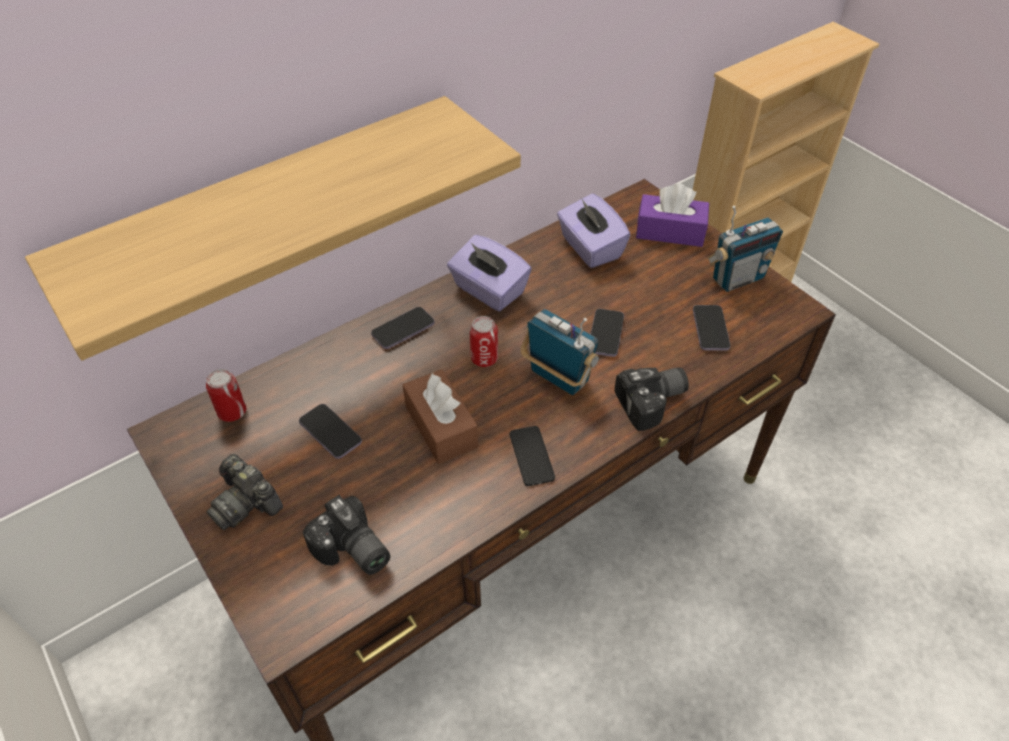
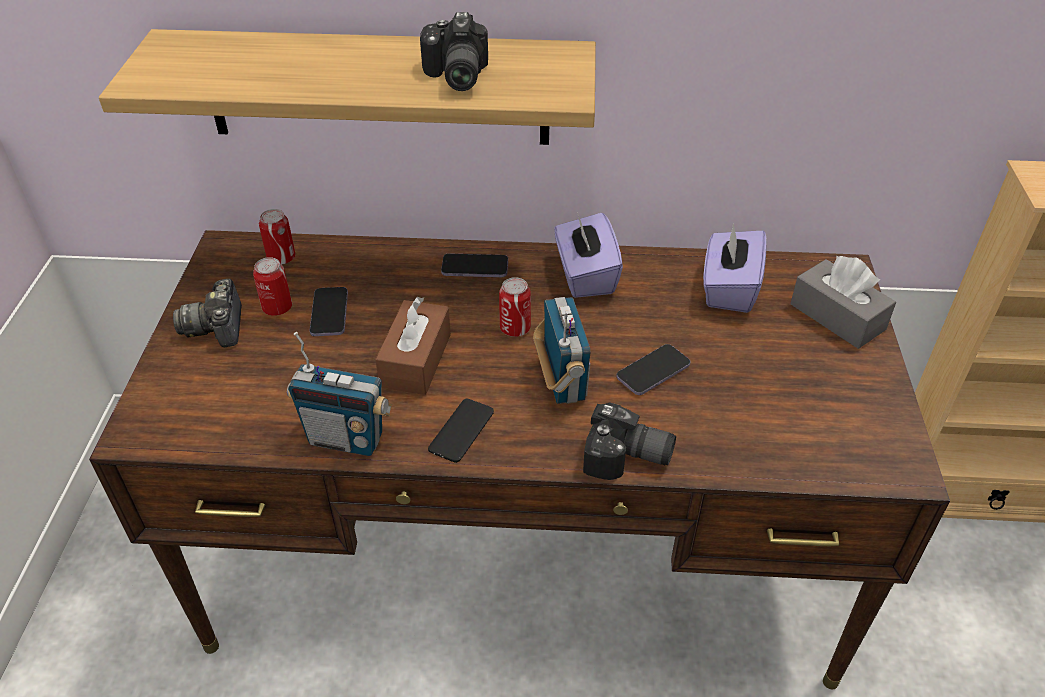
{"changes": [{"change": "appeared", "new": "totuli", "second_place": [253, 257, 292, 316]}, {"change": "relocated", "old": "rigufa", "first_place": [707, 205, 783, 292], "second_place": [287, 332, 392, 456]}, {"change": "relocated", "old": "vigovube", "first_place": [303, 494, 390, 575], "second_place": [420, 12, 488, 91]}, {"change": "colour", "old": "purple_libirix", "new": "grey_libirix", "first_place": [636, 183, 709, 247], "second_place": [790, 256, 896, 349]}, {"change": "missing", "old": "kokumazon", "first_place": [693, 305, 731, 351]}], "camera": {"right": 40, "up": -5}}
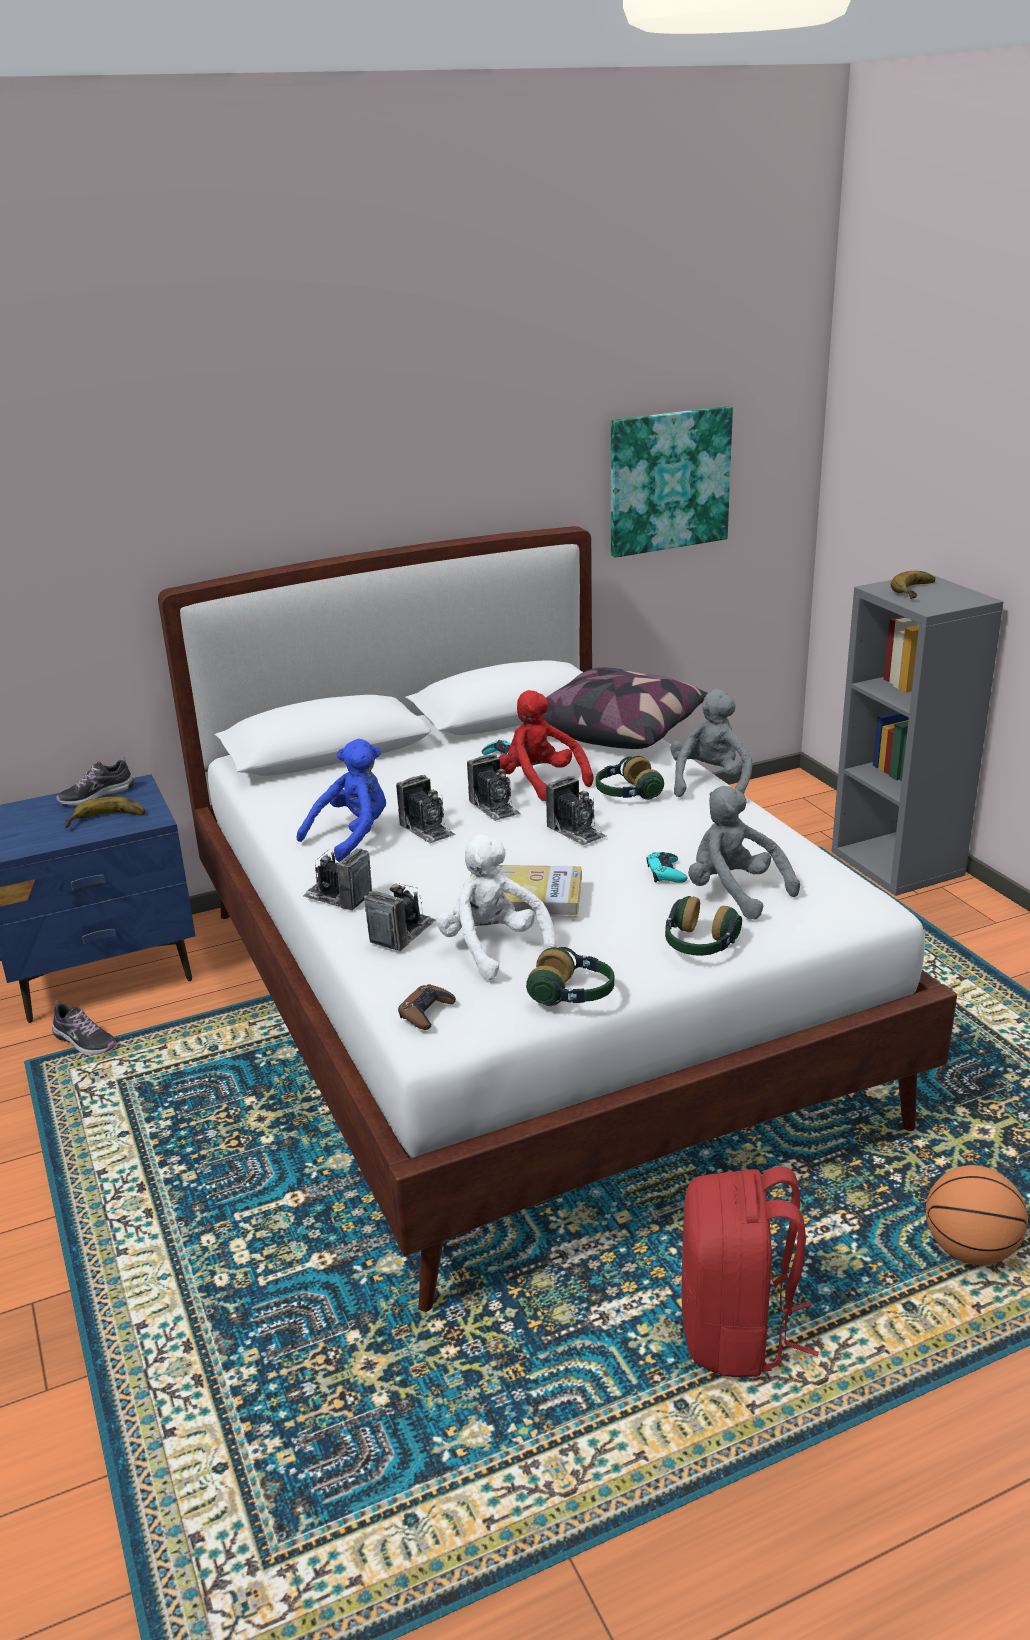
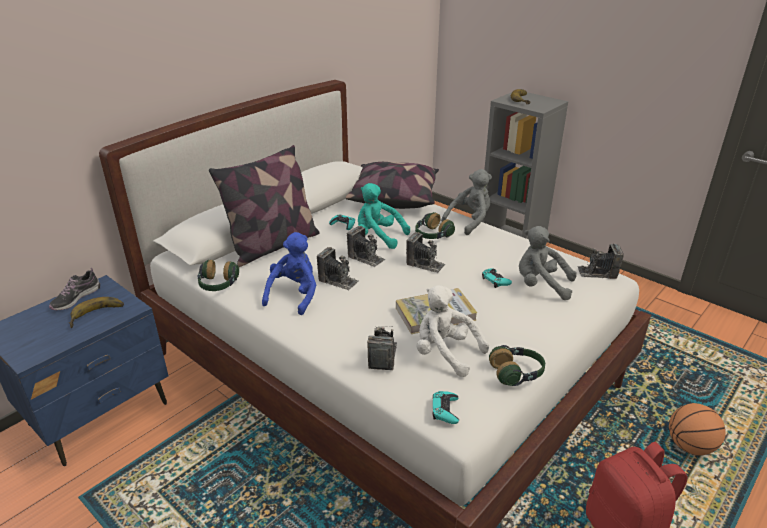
{"changes": [{"change": "relocated", "old": "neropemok", "first_place": [665, 896, 742, 956], "second_place": [198, 260, 239, 291]}, {"change": "appeared", "new": "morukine", "second_place": [209, 145, 319, 267]}, {"change": "colour", "old": "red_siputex", "new": "turquoise_siputex", "first_place": [499, 690, 593, 801], "second_place": [358, 183, 410, 249]}, {"change": "colour", "old": "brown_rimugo", "new": "turquoise_rimugo", "first_place": [398, 984, 456, 1030], "second_place": [432, 391, 459, 424]}, {"change": "spun", "old": "grey_siputex", "first_place": [670, 689, 752, 797], "second_place": [441, 169, 492, 235], "degrees": 60}, {"change": "relocated", "old": "vigovube", "first_place": [303, 848, 372, 910], "second_place": [577, 244, 624, 279]}, {"change": "missing", "old": "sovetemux", "first_place": [52, 1000, 117, 1055]}, {"change": "missing", "old": "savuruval", "first_place": [611, 406, 733, 558]}], "camera": {"right": -25, "up": 5}}
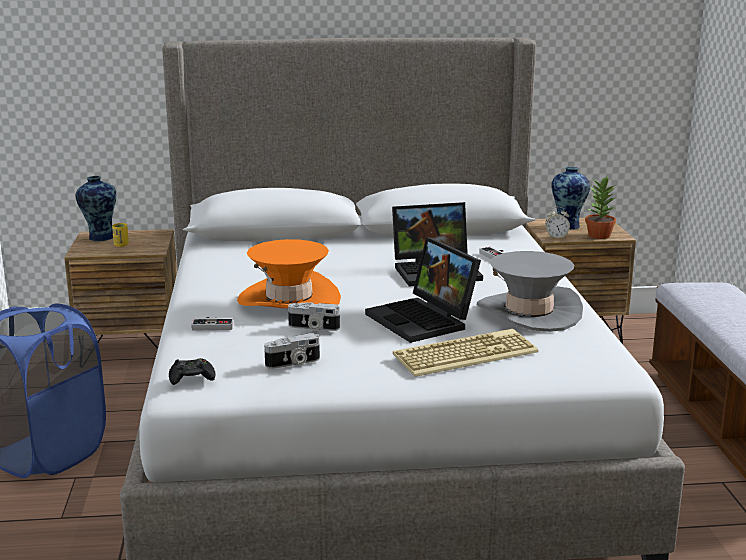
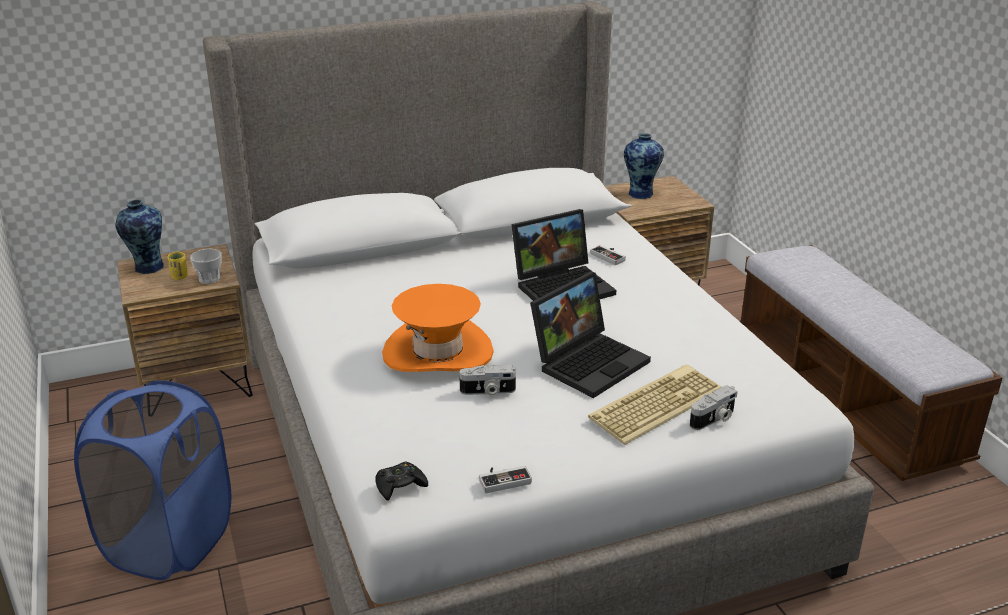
{"changes": [{"change": "appeared", "new": "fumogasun", "second_place": [190, 249, 222, 284]}, {"change": "relocated", "old": "rimugo", "first_place": [191, 317, 234, 331], "second_place": [479, 466, 532, 493]}, {"change": "spun", "old": "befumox", "first_place": [365, 237, 481, 343], "second_place": [530, 272, 651, 398], "degrees": -90}, {"change": "relocated", "old": "vigovube", "first_place": [264, 333, 320, 369], "second_place": [690, 385, 738, 430]}, {"change": "missing", "old": "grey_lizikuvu", "first_place": [477, 251, 583, 332]}, {"change": "missing", "old": "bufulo", "first_place": [545, 207, 570, 239]}, {"change": "missing", "old": "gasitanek", "first_place": [585, 177, 616, 239]}], "camera": {"right": -15, "up": 10}}
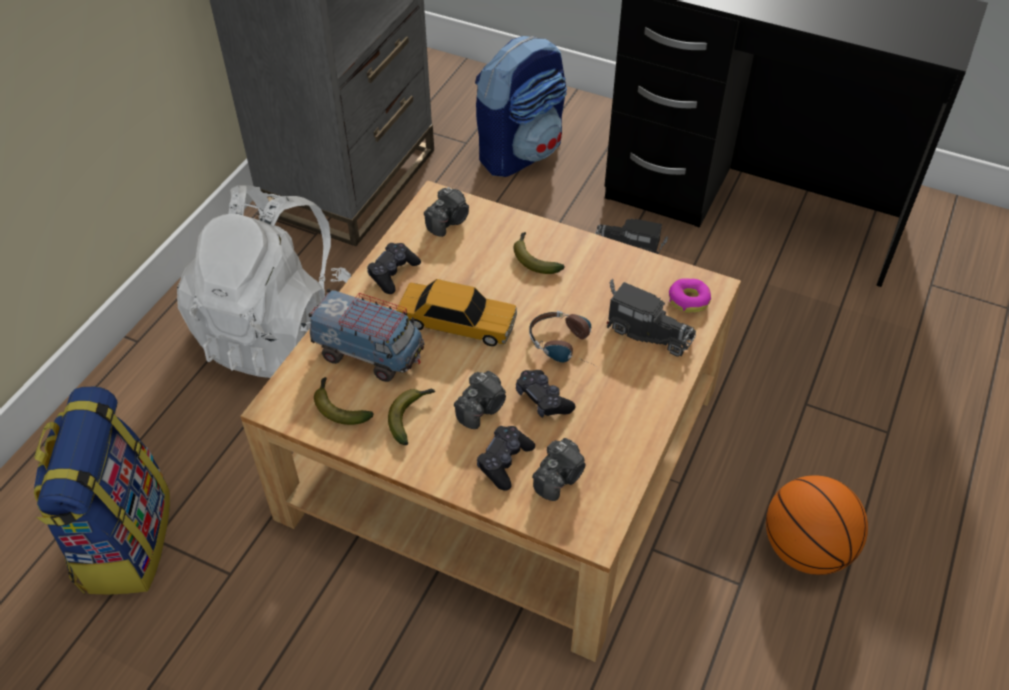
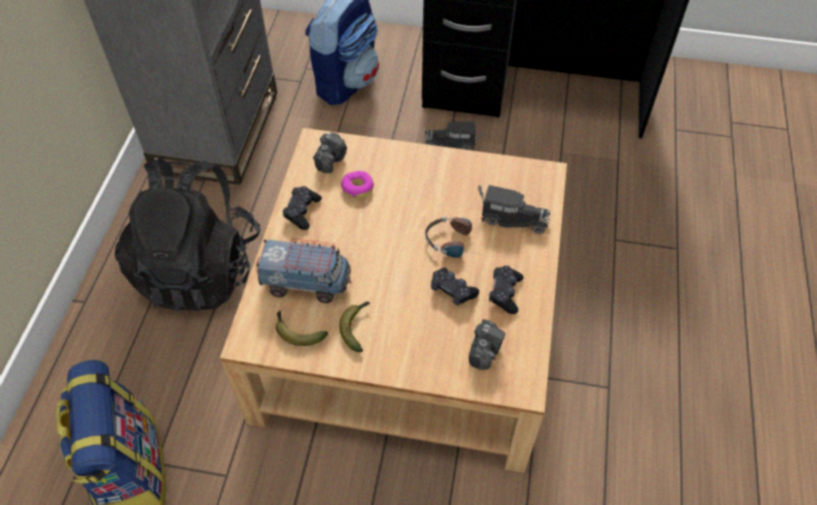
{"changes": [{"change": "colour", "old": "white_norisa", "new": "black_norisa", "first_place": [177, 185, 351, 378], "second_place": [115, 158, 261, 312]}, {"change": "relocated", "old": "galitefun", "first_place": [669, 278, 711, 313], "second_place": [341, 171, 374, 199]}, {"change": "relocated", "old": "black_rimugo", "first_place": [477, 426, 535, 491], "second_place": [489, 266, 524, 314]}, {"change": "missing", "old": "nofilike", "first_place": [396, 279, 517, 346]}, {"change": "missing", "old": "vigovube", "first_place": [454, 371, 506, 429]}, {"change": "missing", "old": "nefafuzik", "first_place": [513, 232, 565, 274]}, {"change": "missing", "old": "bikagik", "first_place": [766, 475, 868, 575]}], "camera": {"right": -15, "up": 5}}
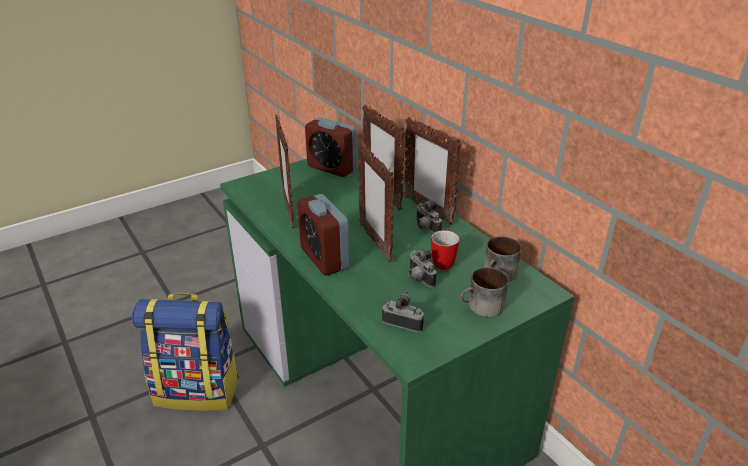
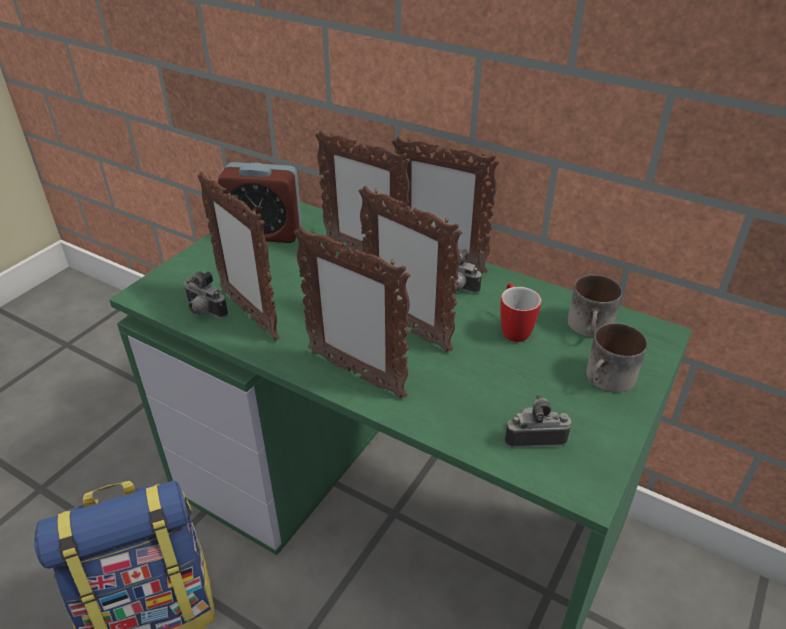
{"changes": [{"change": "relocated", "old": "vigovube", "first_place": [409, 248, 437, 287], "second_place": [184, 271, 228, 318]}, {"change": "exchanged", "old": "bufulo", "new": "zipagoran", "first_place": [297, 194, 350, 276], "second_place": [294, 226, 411, 399]}], "camera": {"right": -25, "up": 5}}
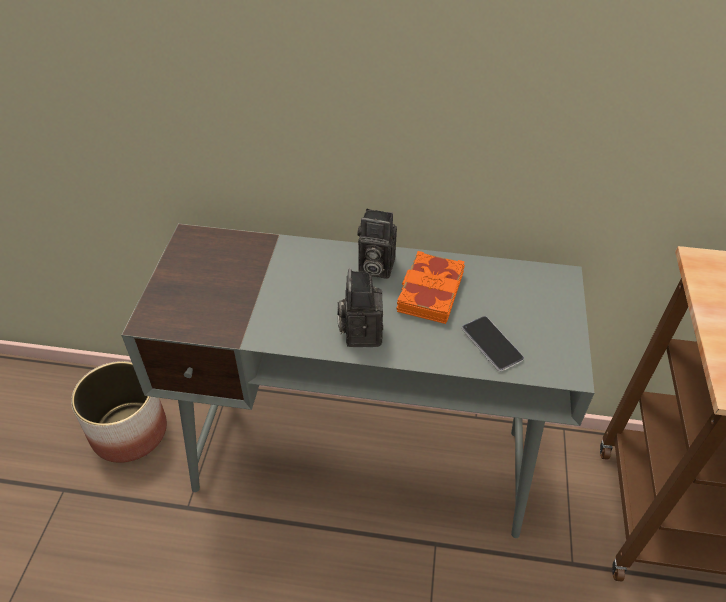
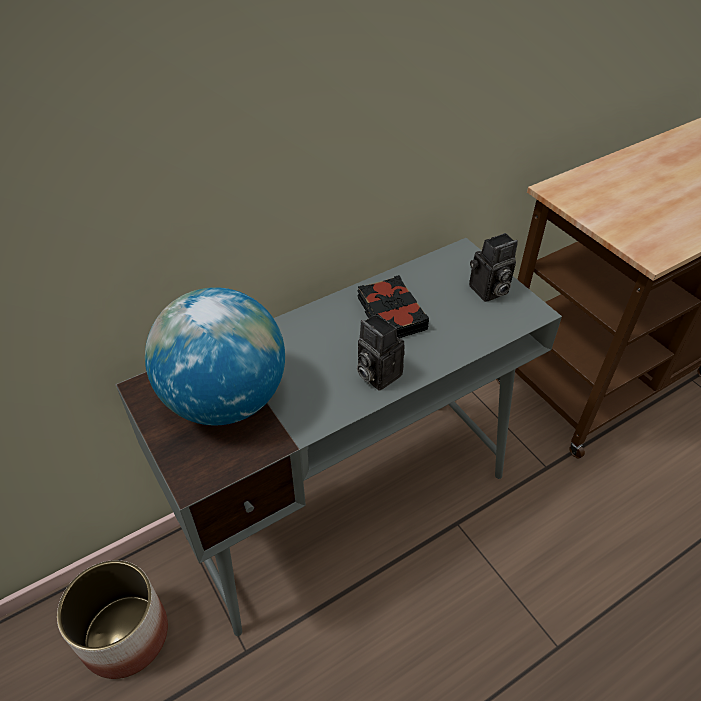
{"changes": [{"change": "appeared", "new": "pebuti", "second_place": [145, 287, 285, 425]}, {"change": "colour", "old": "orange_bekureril", "new": "black_bekureril", "first_place": [397, 251, 465, 324], "second_place": [357, 275, 429, 338]}, {"change": "relocated", "old": "vigovube", "first_place": [357, 209, 397, 279], "second_place": [469, 233, 518, 302]}, {"change": "missing", "old": "kokumazon", "first_place": [462, 316, 524, 371]}], "camera": {"right": -40, "up": 0}}
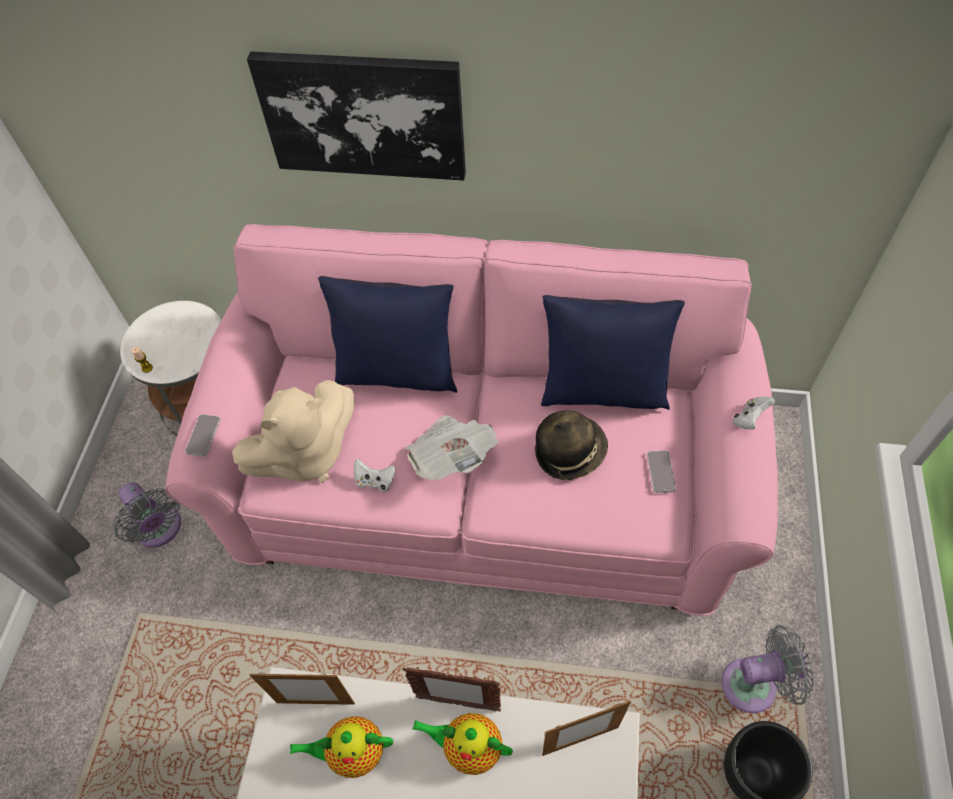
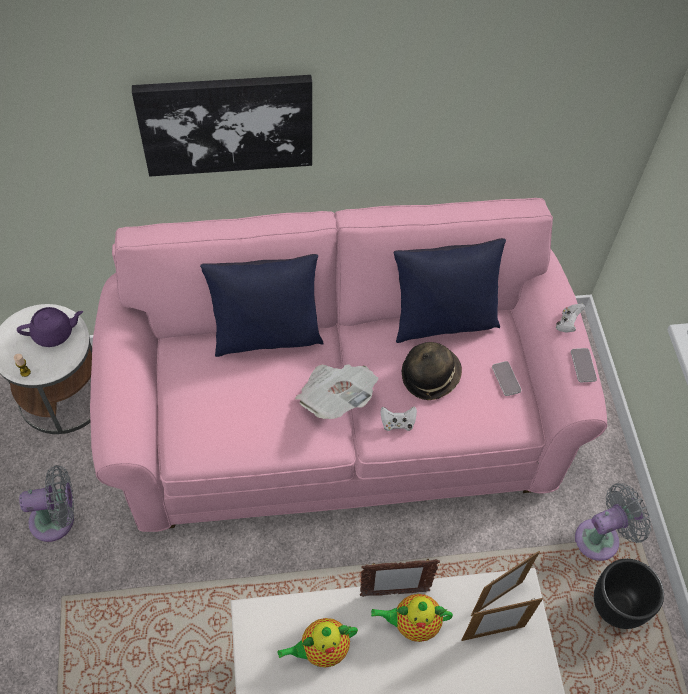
{"changes": [{"change": "appeared", "new": "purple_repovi", "second_place": [17, 307, 83, 347]}, {"change": "spun", "old": "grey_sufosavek", "first_place": [114, 482, 181, 548], "second_place": [19, 465, 74, 542], "degrees": -45}, {"change": "relocated", "old": "white_rimugo", "first_place": [354, 458, 395, 492], "second_place": [380, 406, 417, 431]}, {"change": "relocated", "old": "zipagoran", "first_place": [249, 672, 355, 705], "second_place": [461, 598, 543, 641]}, {"change": "relocated", "old": "kokumazon", "first_place": [185, 414, 220, 456], "second_place": [571, 348, 597, 383]}, {"change": "missing", "old": "beige_siputex", "first_place": [232, 380, 354, 483]}], "camera": {"right": -20, "up": 0}}
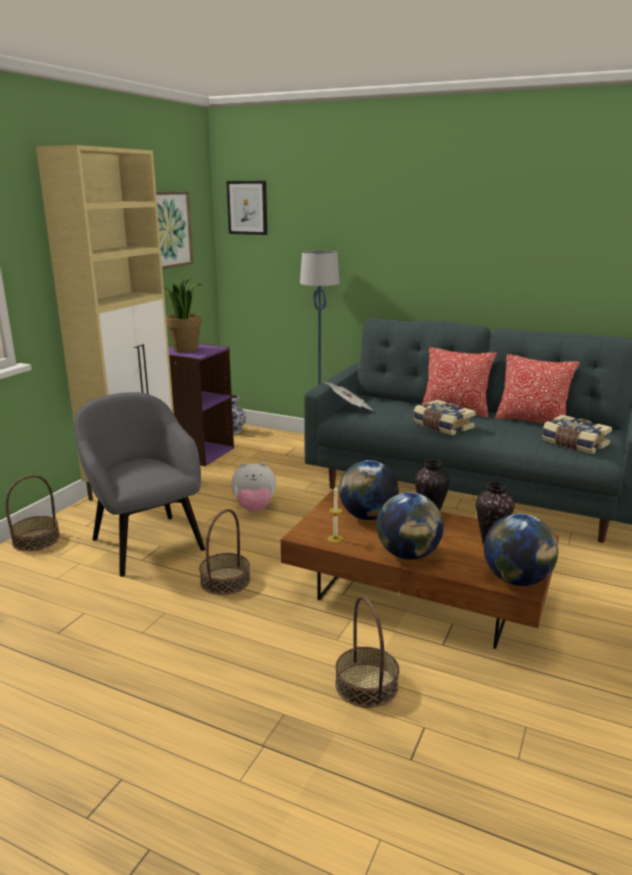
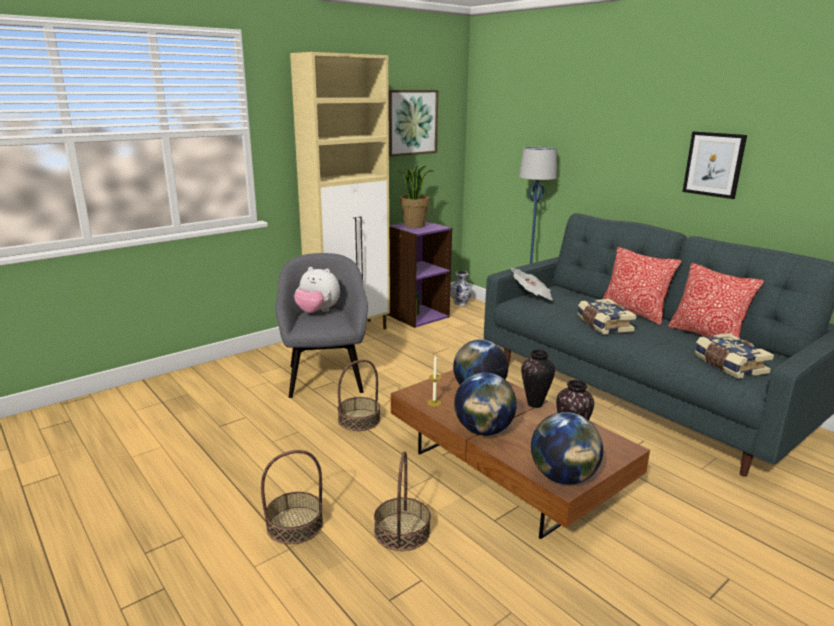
{"changes": [{"change": "relocated", "old": "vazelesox", "first_place": [6, 475, 60, 551], "second_place": [261, 450, 323, 544]}, {"change": "relocated", "old": "siputex", "first_place": [231, 462, 276, 512], "second_place": [294, 267, 340, 313]}, {"change": "relocated", "old": "savuruval", "first_place": [226, 181, 267, 235], "second_place": [683, 131, 747, 199]}], "camera": {"right": 25, "up": 0}}
